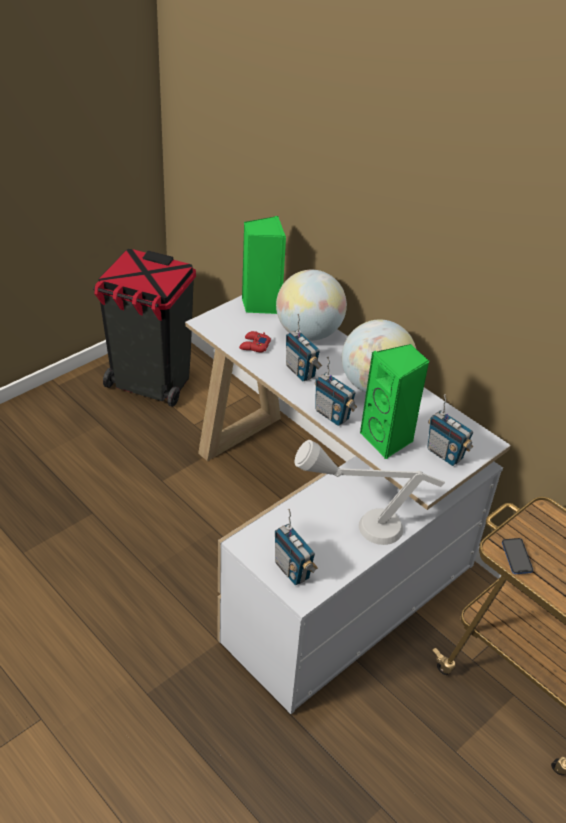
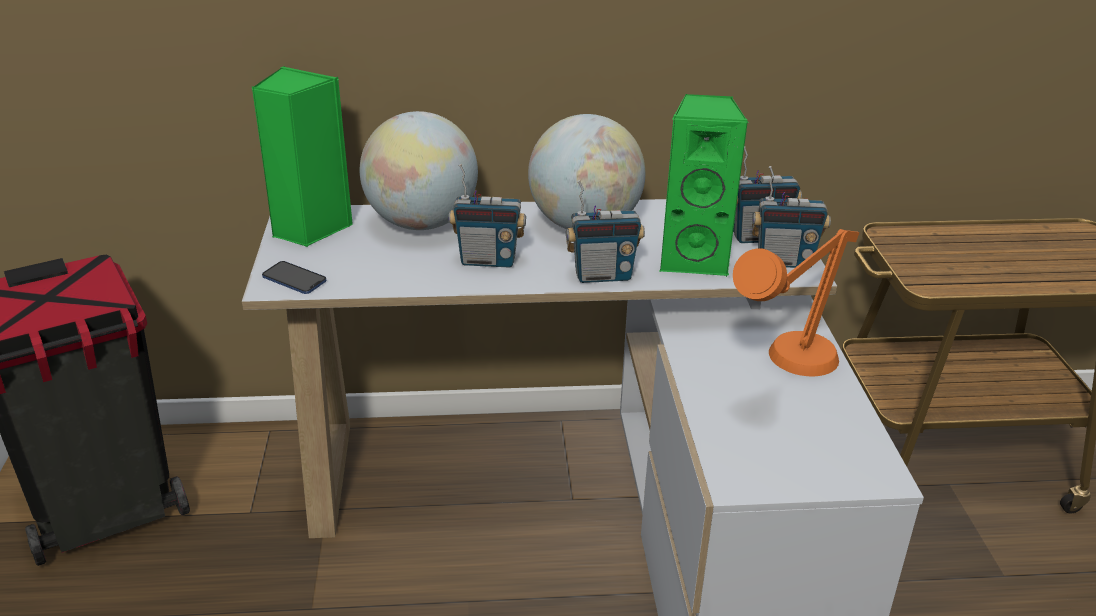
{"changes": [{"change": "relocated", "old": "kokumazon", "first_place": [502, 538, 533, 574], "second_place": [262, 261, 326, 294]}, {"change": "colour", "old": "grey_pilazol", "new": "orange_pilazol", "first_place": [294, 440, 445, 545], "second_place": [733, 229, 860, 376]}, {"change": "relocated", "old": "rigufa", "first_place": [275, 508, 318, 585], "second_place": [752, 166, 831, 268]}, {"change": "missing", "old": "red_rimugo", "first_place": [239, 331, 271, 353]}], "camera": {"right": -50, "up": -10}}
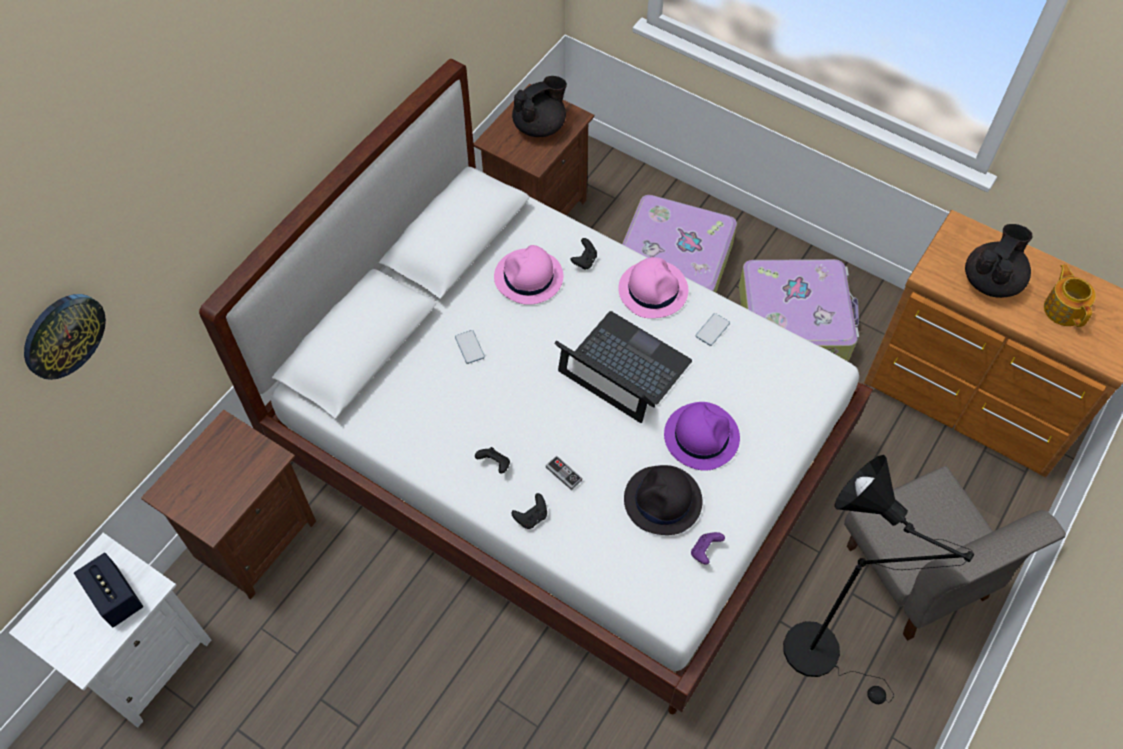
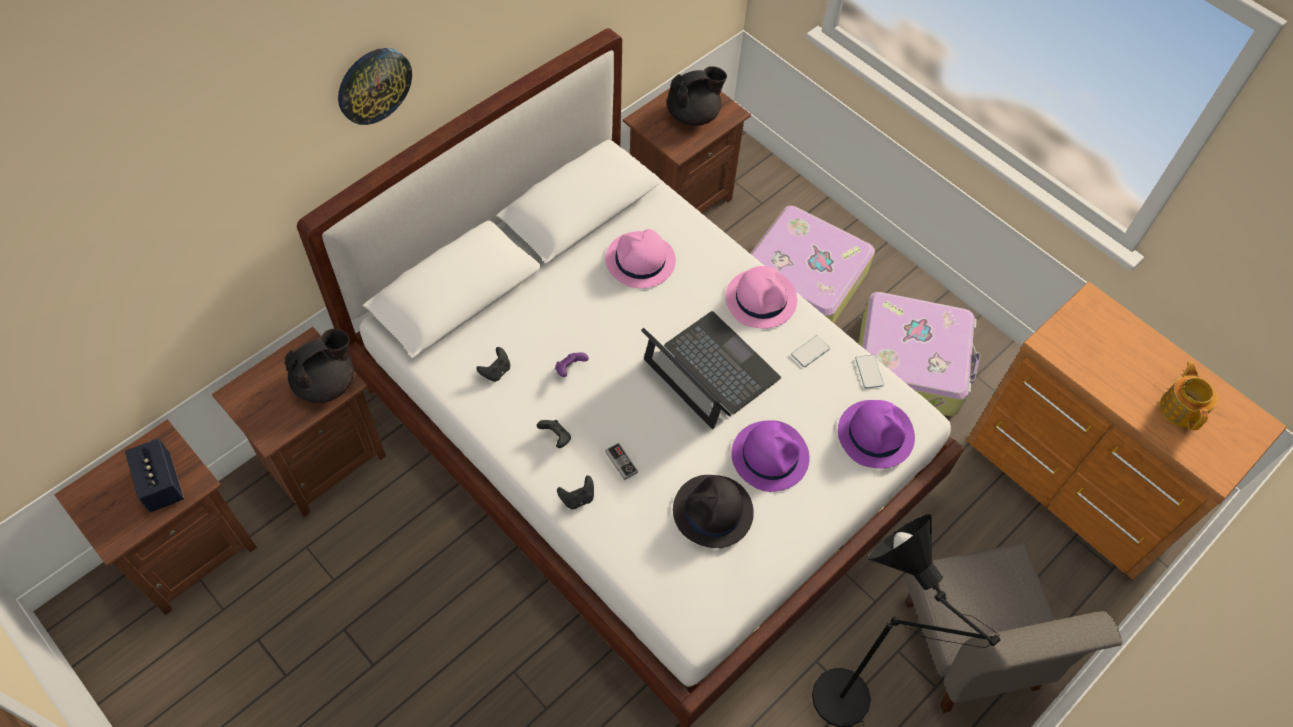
{"changes": [{"change": "colour", "old": "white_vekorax", "new": "brown_vekorax", "first_place": [9, 533, 211, 728], "second_place": [54, 419, 257, 615]}, {"change": "relocated", "old": "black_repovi", "first_place": [965, 224, 1033, 298], "second_place": [284, 329, 354, 403]}, {"change": "relocated", "old": "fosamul", "first_place": [24, 294, 106, 380], "second_place": [338, 48, 412, 125]}, {"change": "relocated", "old": "black_rimugo", "first_place": [571, 238, 597, 270], "second_place": [476, 347, 510, 382]}, {"change": "relocated", "old": "purple_rimugo", "first_place": [691, 532, 725, 565], "second_place": [555, 352, 589, 377]}, {"change": "appeared", "new": "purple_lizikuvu", "second_place": [838, 400, 915, 468]}, {"change": "relocated", "old": "kokumazon", "first_place": [455, 330, 485, 364], "second_place": [855, 355, 884, 389]}], "camera": {"right": 10, "up": 0}}
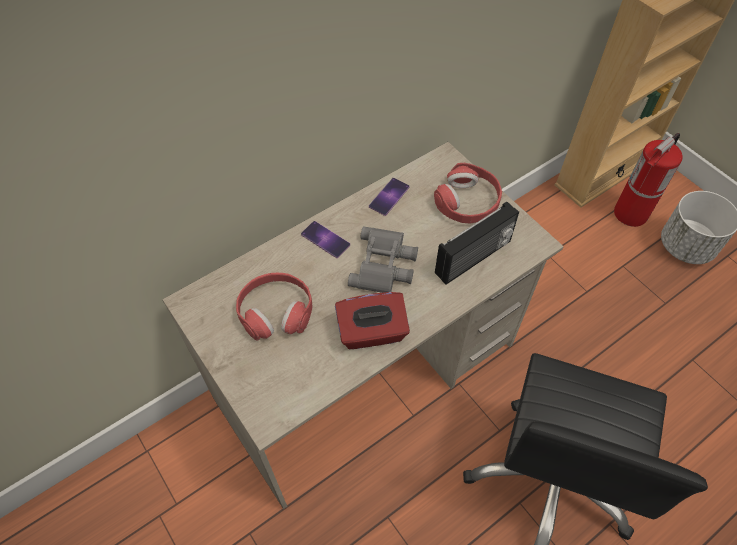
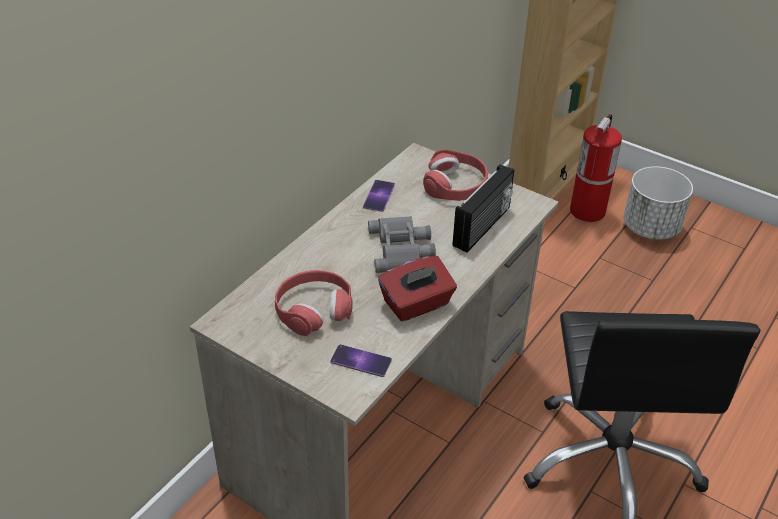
{"changes": [{"change": "relocated", "old": "kokumazon", "first_place": [301, 221, 350, 258], "second_place": [330, 344, 392, 377]}], "camera": {"right": -20, "up": -15}}
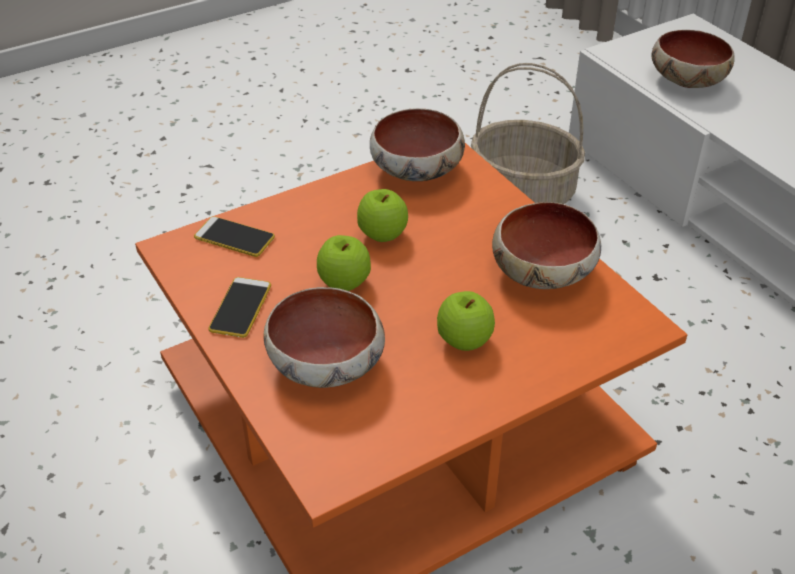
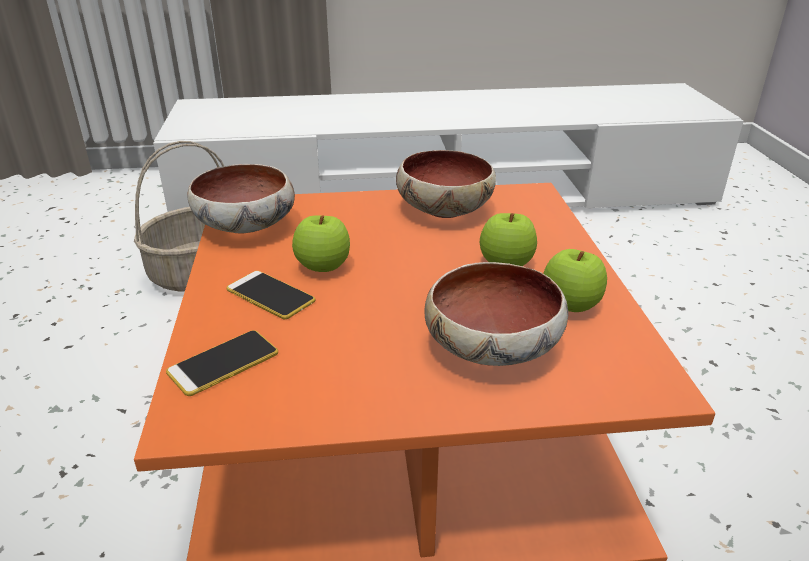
{"changes": [{"change": "relocated", "old": "kokumazon", "first_place": [208, 277, 271, 338], "second_place": [226, 271, 315, 319]}, {"change": "relocated", "old": "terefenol", "first_place": [317, 235, 371, 291], "second_place": [543, 249, 607, 312]}, {"change": "missing", "old": "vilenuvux", "first_place": [652, 30, 735, 88]}], "camera": {"right": -65, "up": -10}}
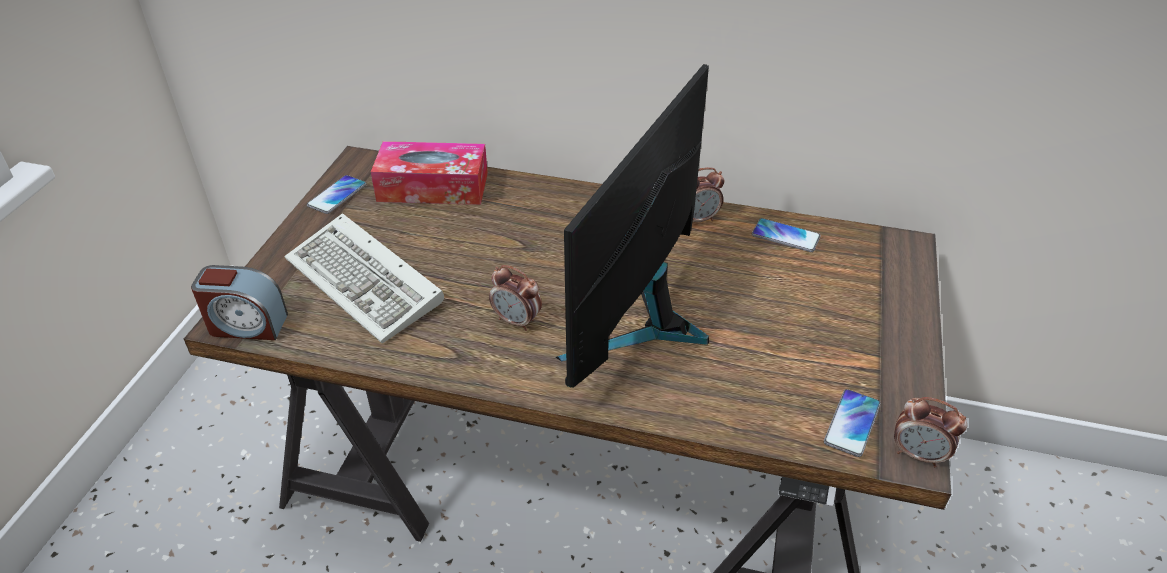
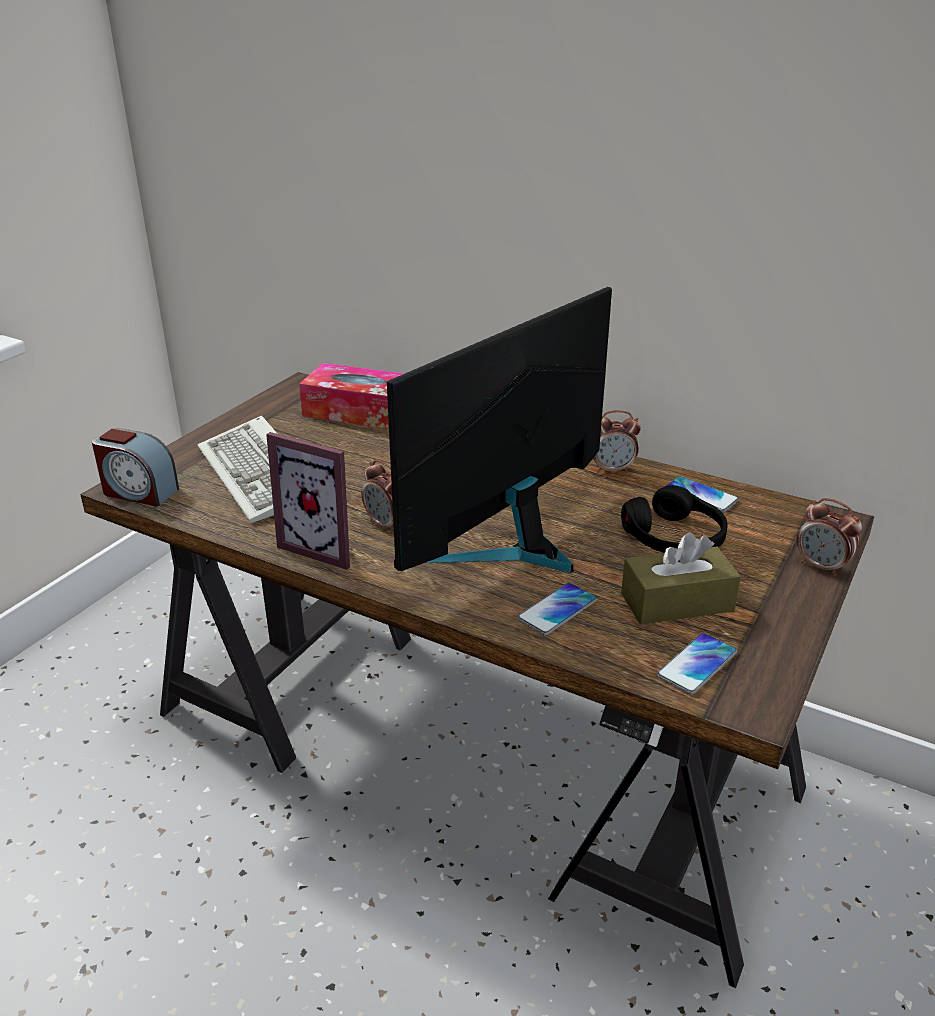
{"changes": [{"change": "appeared", "new": "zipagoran", "second_place": [266, 432, 350, 570]}, {"change": "relocated", "old": "kokumazon", "first_place": [307, 175, 367, 214], "second_place": [517, 583, 597, 636]}, {"change": "appeared", "new": "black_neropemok", "second_place": [621, 485, 728, 553]}, {"change": "appeared", "new": "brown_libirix", "second_place": [621, 532, 741, 625]}, {"change": "relocated", "old": "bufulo", "first_place": [894, 397, 967, 467], "second_place": [797, 498, 862, 577]}], "camera": {"right": 15, "up": -10}}
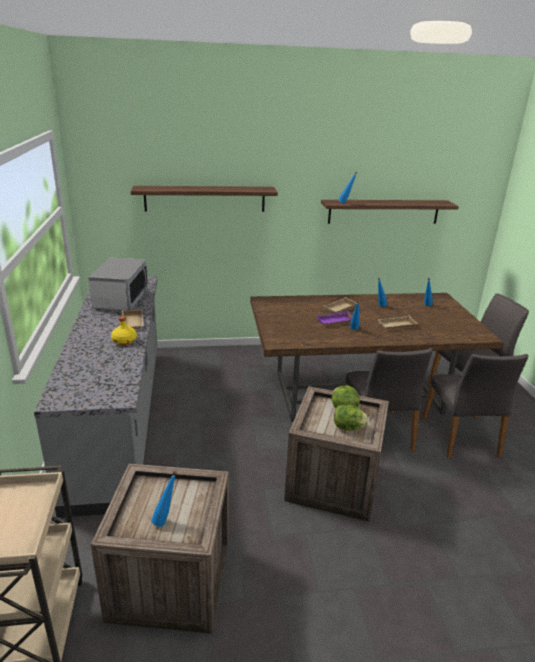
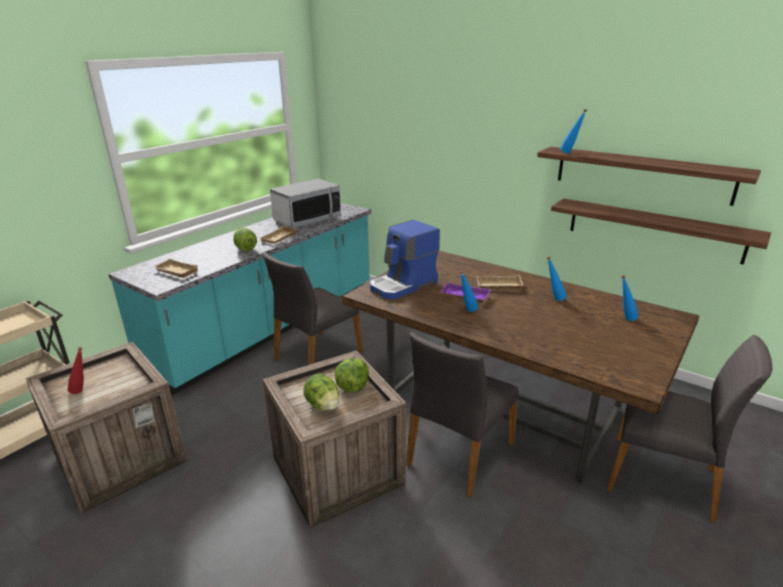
{"changes": [{"change": "colour", "old": "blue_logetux", "new": "red_logetux", "first_place": [151, 471, 177, 527], "second_place": [68, 347, 84, 394]}, {"change": "colour", "old": "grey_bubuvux", "new": "turquoise_bubuvux", "first_place": [34, 277, 157, 518], "second_place": [109, 203, 371, 396]}, {"change": "relocated", "old": "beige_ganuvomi", "first_place": [378, 315, 418, 329], "second_place": [153, 259, 199, 278]}, {"change": "exchanged", "old": "yellow_logetux", "new": "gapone", "first_place": [111, 316, 137, 345], "second_place": [233, 228, 257, 251]}, {"change": "relocated", "old": "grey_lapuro", "first_place": [422, 354, 528, 458], "second_place": [263, 252, 363, 365]}, {"change": "appeared", "new": "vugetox", "second_place": [370, 220, 440, 300]}, {"change": "relocated", "old": "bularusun", "first_place": [131, 186, 278, 212], "second_place": [551, 198, 771, 265]}], "camera": {"right": 45, "up": 0}}
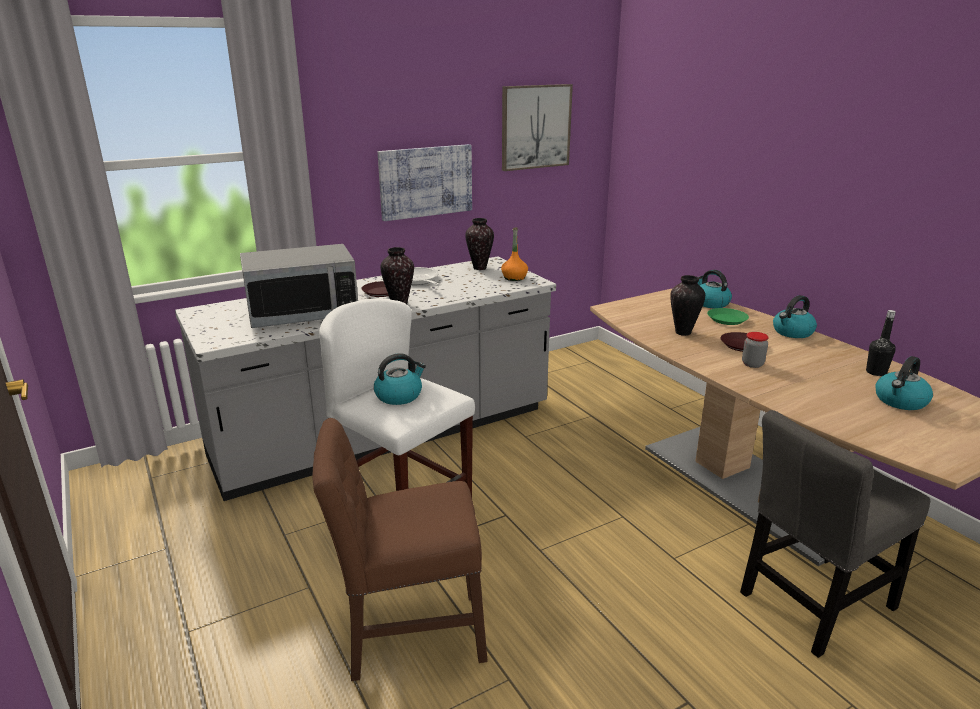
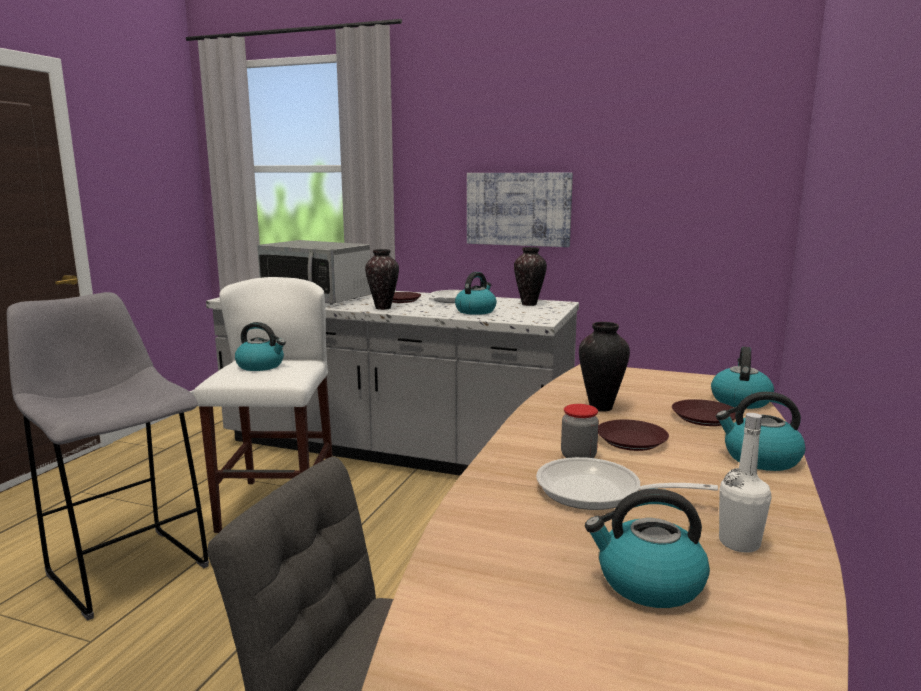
{"changes": [{"change": "exchanged", "old": "brown_lapuro", "new": "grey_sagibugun", "first_place": [313, 418, 488, 681], "second_place": [7, 292, 209, 620]}, {"change": "appeared", "new": "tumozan", "second_place": [455, 272, 497, 315]}, {"change": "appeared", "new": "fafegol", "second_place": [536, 457, 718, 510]}, {"change": "colour", "old": "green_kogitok", "new": "brown_kogitok", "first_place": [707, 308, 749, 325], "second_place": [672, 399, 736, 426]}, {"change": "colour", "old": "black_logetux", "new": "white_logetux", "first_place": [866, 310, 896, 376], "second_place": [719, 413, 771, 553]}, {"change": "missing", "old": "orange_logetux", "first_place": [501, 227, 528, 281]}, {"change": "missing", "old": "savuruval", "first_place": [502, 84, 573, 171]}], "camera": {"right": 50, "up": -10}}
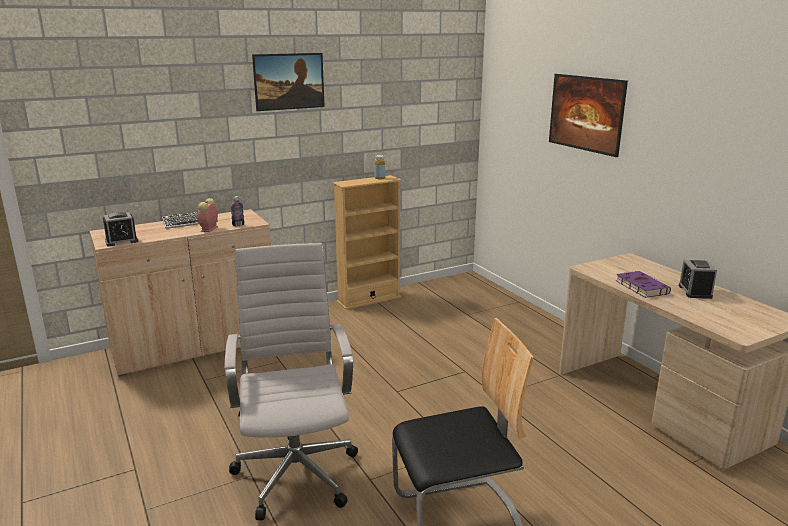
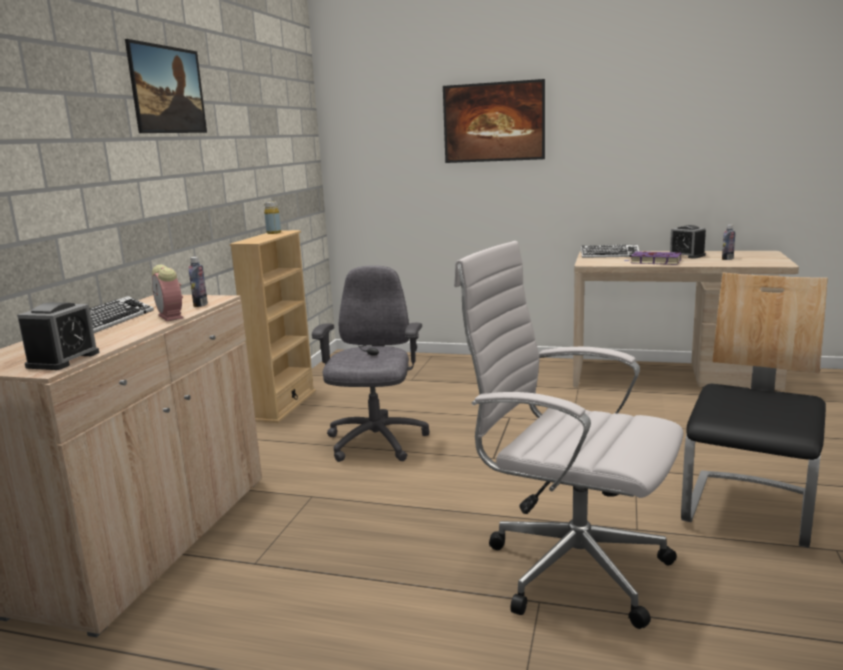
{"changes": [{"change": "appeared", "new": "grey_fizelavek", "second_place": [312, 265, 429, 462]}, {"change": "appeared", "new": "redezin", "second_place": [581, 245, 639, 258]}, {"change": "appeared", "new": "logetux", "second_place": [722, 225, 735, 260]}], "camera": {"right": -45, "up": -5}}
